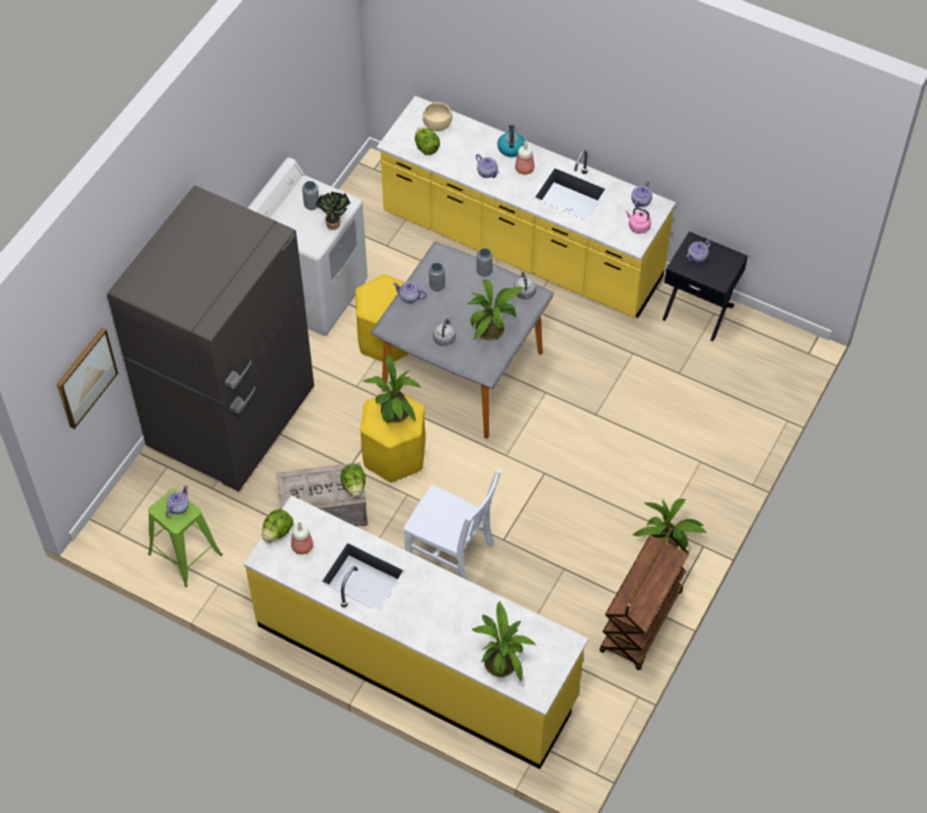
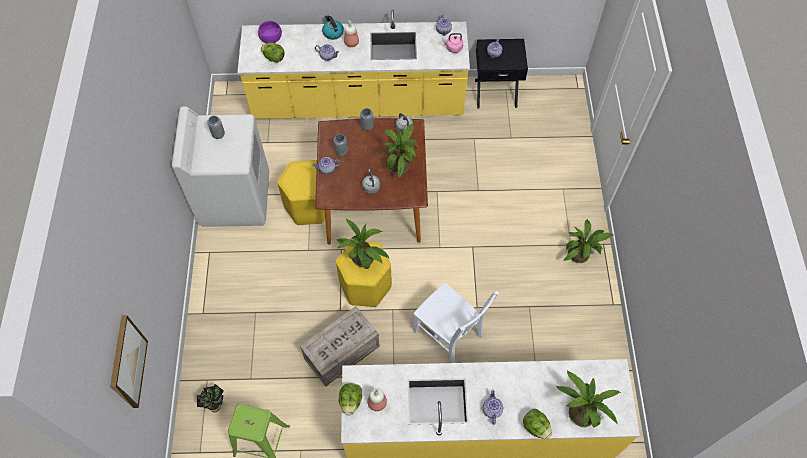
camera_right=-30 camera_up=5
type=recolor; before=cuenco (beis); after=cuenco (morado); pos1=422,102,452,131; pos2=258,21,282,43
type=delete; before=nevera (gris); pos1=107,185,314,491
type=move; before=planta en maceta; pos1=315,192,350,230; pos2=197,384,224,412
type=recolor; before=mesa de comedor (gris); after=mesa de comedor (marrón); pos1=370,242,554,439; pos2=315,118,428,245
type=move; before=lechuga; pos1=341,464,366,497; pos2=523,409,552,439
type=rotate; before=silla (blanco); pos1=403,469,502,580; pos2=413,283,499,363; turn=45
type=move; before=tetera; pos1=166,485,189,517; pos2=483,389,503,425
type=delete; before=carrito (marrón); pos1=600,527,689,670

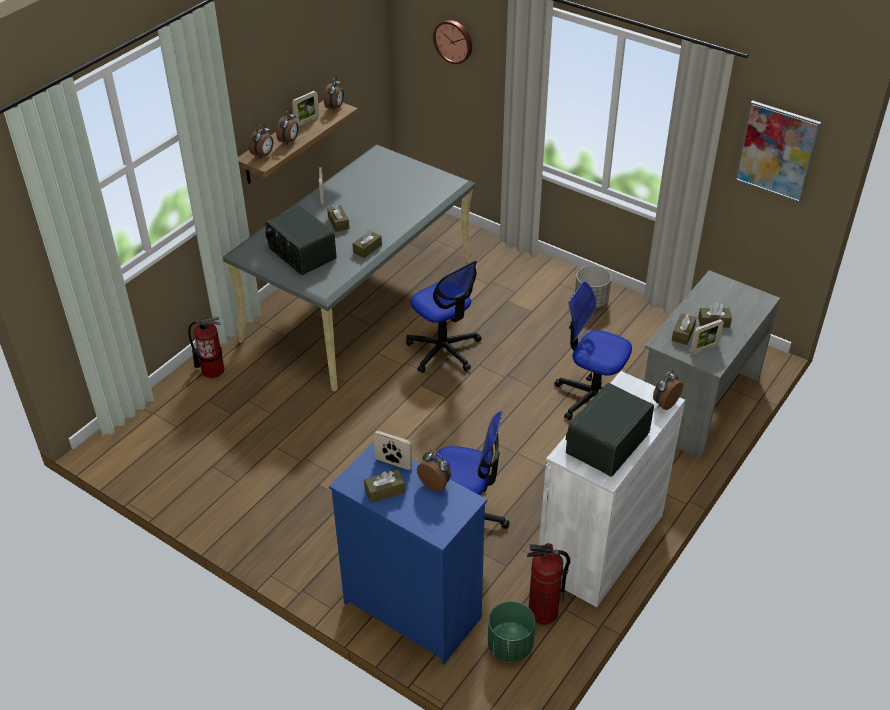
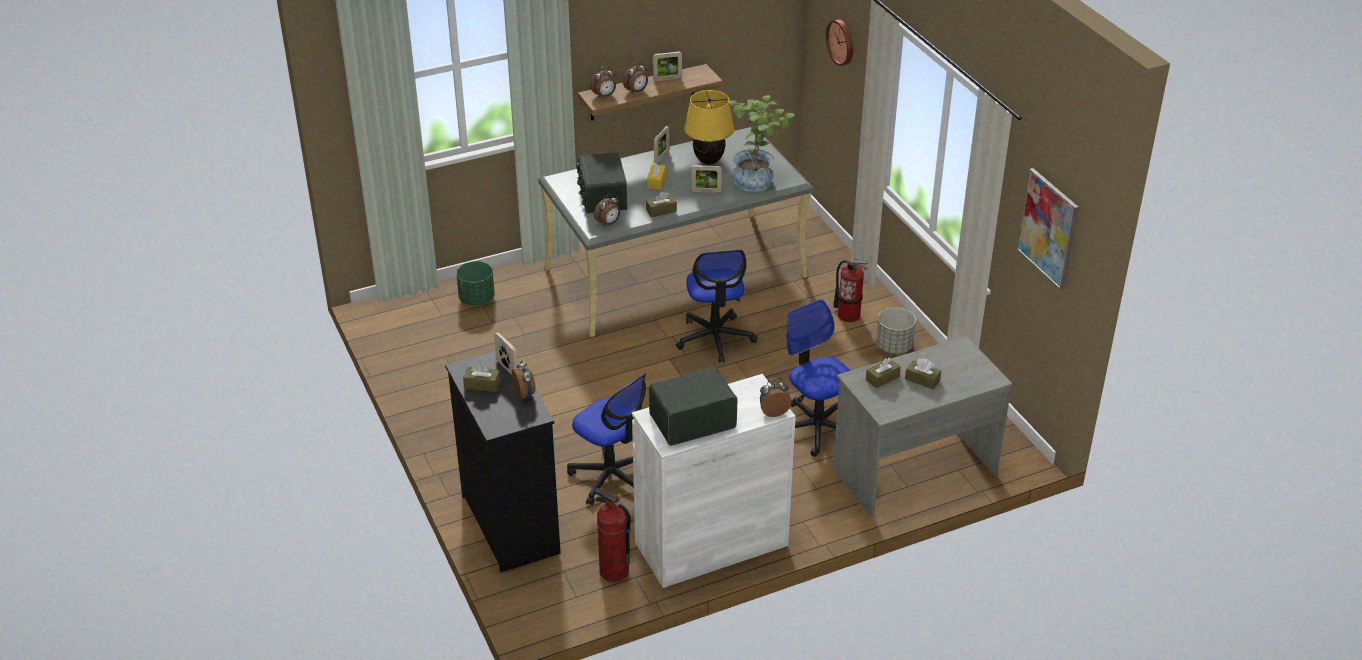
camera_right=30 camera_up=-5
type=move; before=despertador; pos1=324,77,344,111; pos2=594,194,620,227
type=recolor; before=caja de pañuelos (marrón); after=caja de pañuelos (amarillo); pos1=327,204,349,232; pos2=647,162,666,190
type=move; before=extintor; pos1=188,316,224,378; pos2=833,258,868,322
type=move; before=portarretratos; pos1=690,319,724,354; pos2=692,165,722,193
type=recolor; before=cómoda (azul); after=cómoda (negro); pos1=329,442,487,665; pos2=445,351,561,573
type=move; before=maceta (verde); pos1=488,601,535,662; pos2=456,261,495,306
type=insert; after=lámpara de mesa (amarillo); pos2=684,90,735,165
type=insert; after=planta en maceta; pos2=729,95,795,192

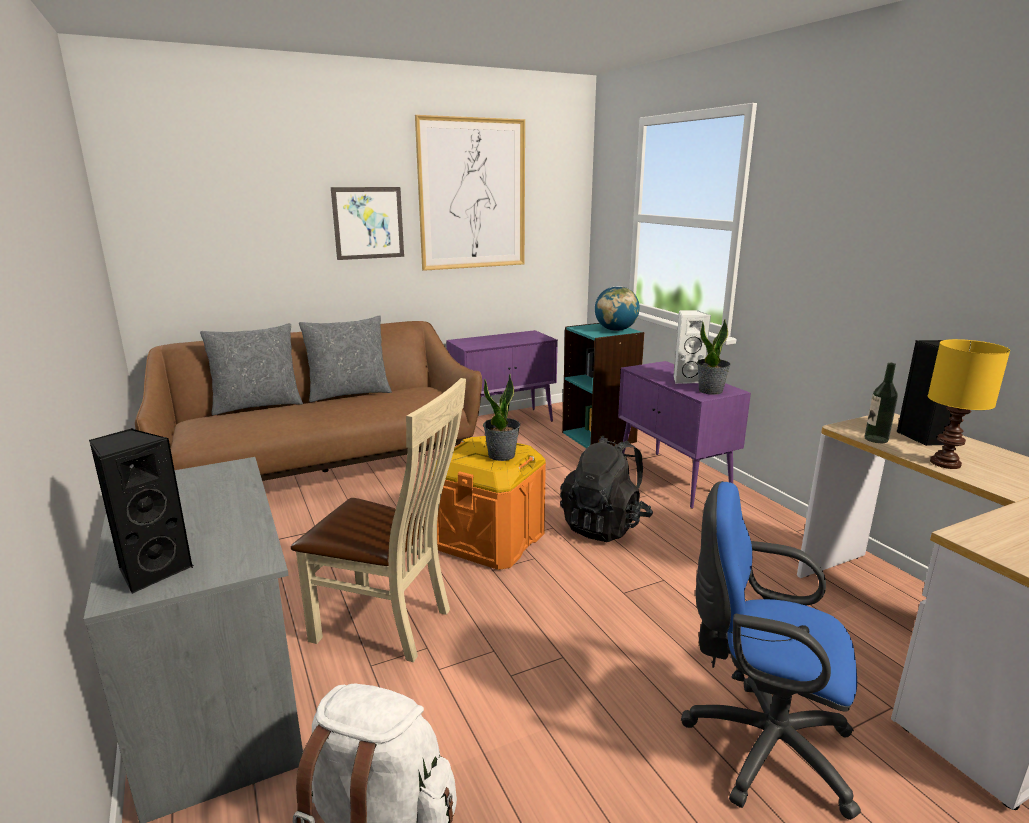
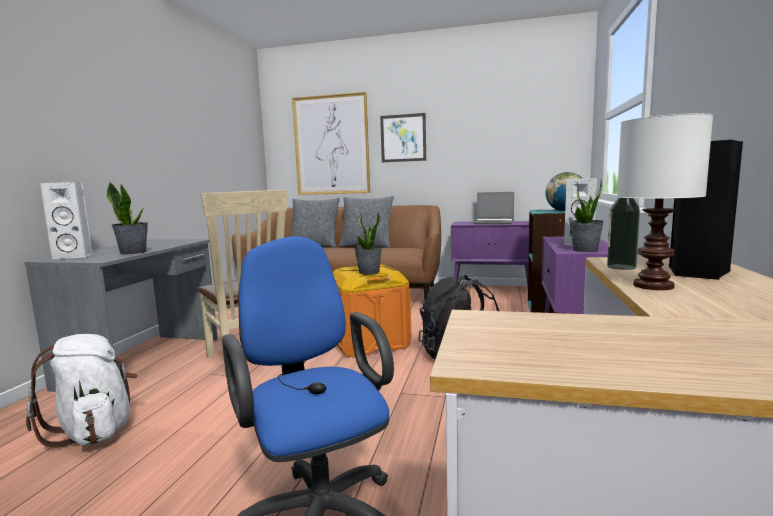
camera_right=40 camera_up=-10
type=move; before=cuadro; pos1=415,115,525,271; pos2=292,92,370,195
type=recolor; before=lámpara de mesa (amarillo); after=lámpara de mesa (blanco); pos1=928,339,1010,469; pos2=617,113,713,290
type=recolor; before=altavoz (negro); after=altavoz (blanco); pos1=89,428,194,594; pos2=40,182,92,260
type=insert; after=planta en maceta; pos2=106,182,148,255
type=insert; after=portátil; pos2=473,192,514,224

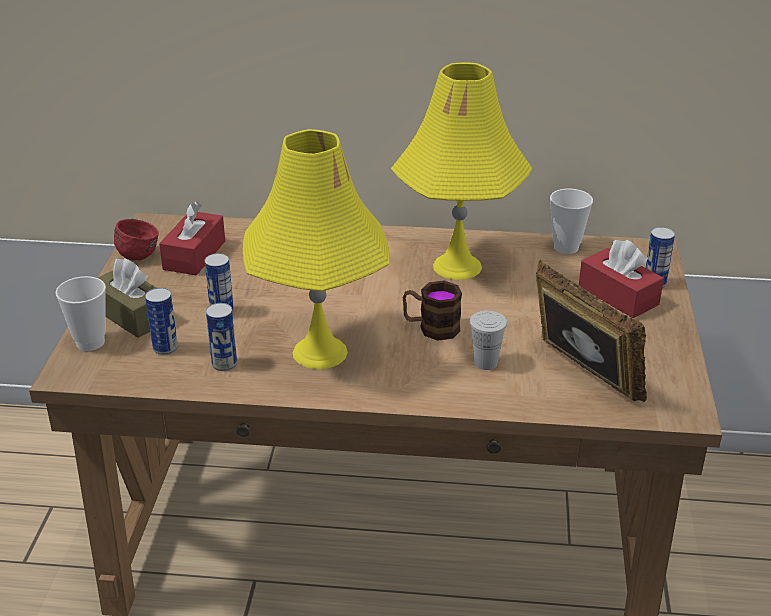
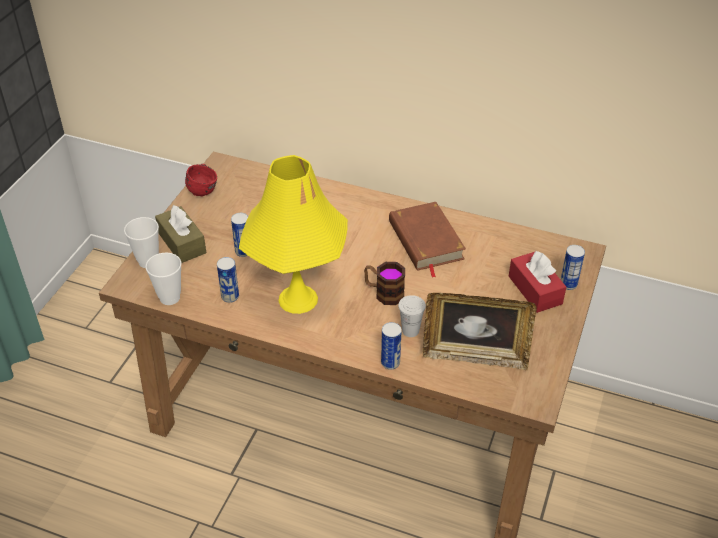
camera_right=15 camera_up=10
type=replace; before=lámpara de mesa (amarillo); after=libro (marrón); pos1=391,62,532,280; pos2=389,202,466,278
type=move; before=taza; pos1=550,188,593,254; pos2=145,253,181,305
type=delete; before=caja de pañuelos (rojo); pos1=159,201,225,276
type=rotate; before=portarretratos; pos1=536,260,647,402; pos2=423,293,537,370; turn=120
type=move; before=lata; pos1=145,288,178,355; pos2=381,322,402,370

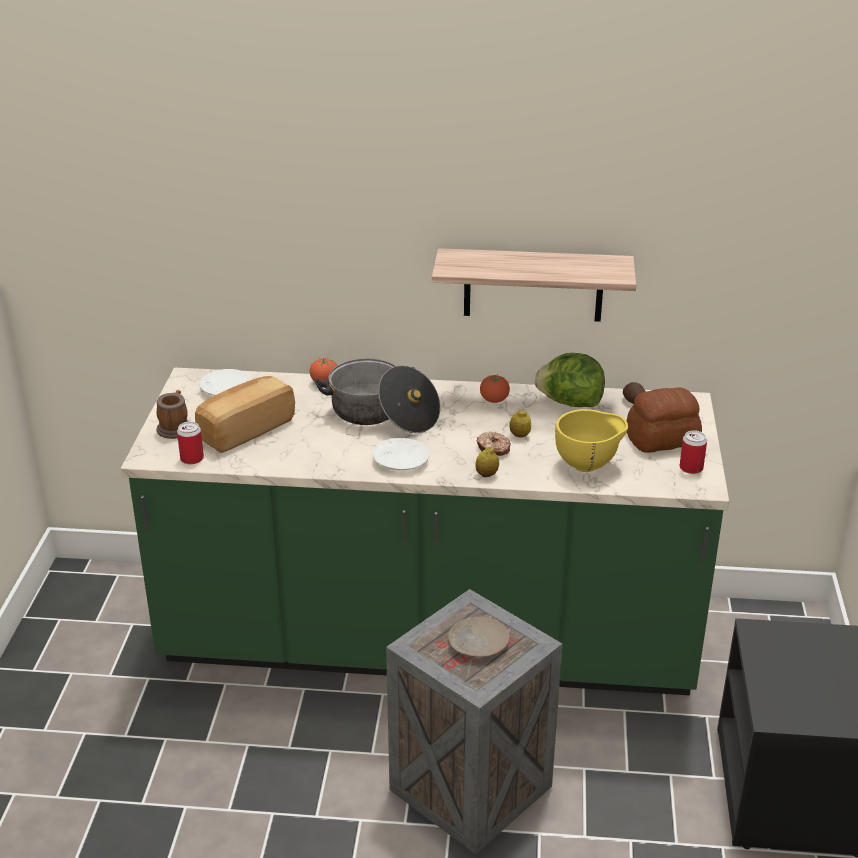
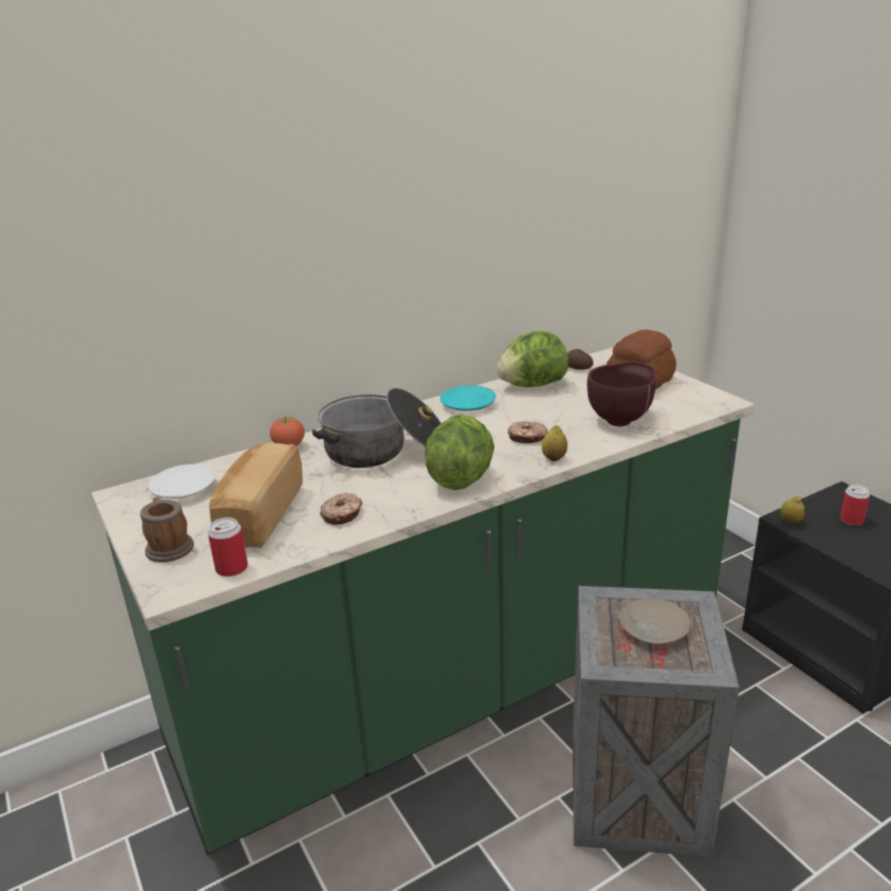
camera_right=-35 camera_up=-5
type=delete; before=estante; pos1=432,248,636,322
type=replace; before=tomate; after=plato (turquesa); pos1=480,374,510,403; pos2=440,385,496,411
type=recolor; before=cuenco (amarillo); after=cuenco (marrón); pos1=555,409,628,472; pos2=587,362,656,426
type=move; before=limón; pos1=509,410,531,437; pos2=780,496,805,524
type=move; before=lata; pos1=680,430,707,474; pos2=840,484,870,525
type=replace; before=plato (blanco); after=lechuga; pos1=372,438,430,470; pos2=425,415,494,490
type=insert; after=rosquilla; pos2=320,493,363,525

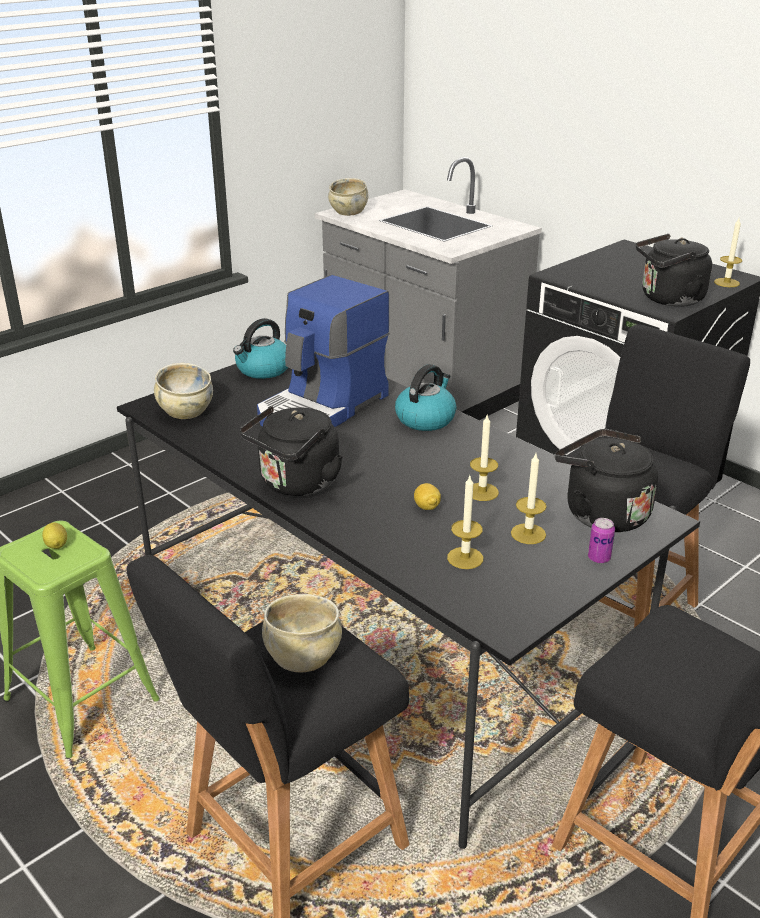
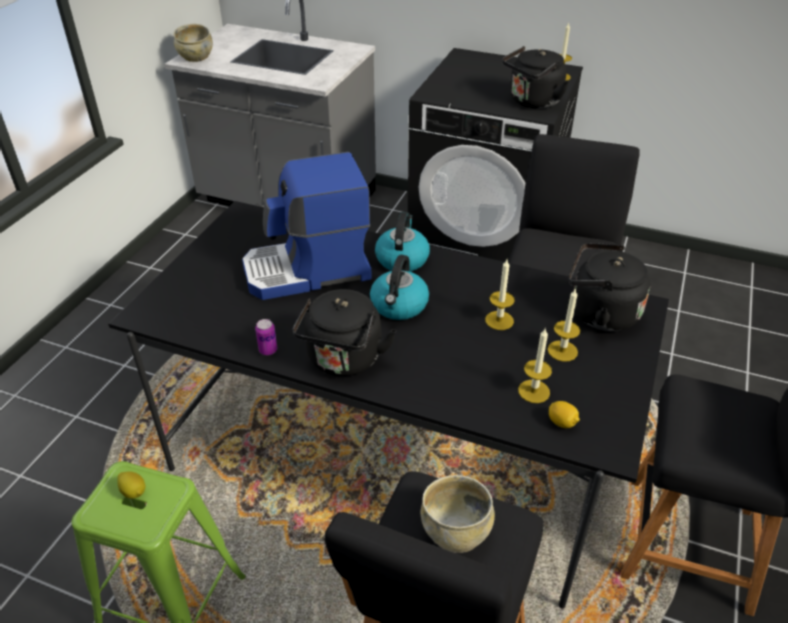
camera_right=-25 camera_up=10
type=rotate; before=cafetera; pos1=257,275,390,427; pos2=242,152,372,300; turn=60
type=move; before=hervidor; pos1=233,318,288,379; pos2=370,255,429,320
type=delete; before=cuenco (beis); pos1=154,363,213,419
type=move; before=limón; pos1=414,483,441,510; pos2=549,401,580,428
type=move; before=lata; pos1=588,518,615,564; pos2=255,319,277,355

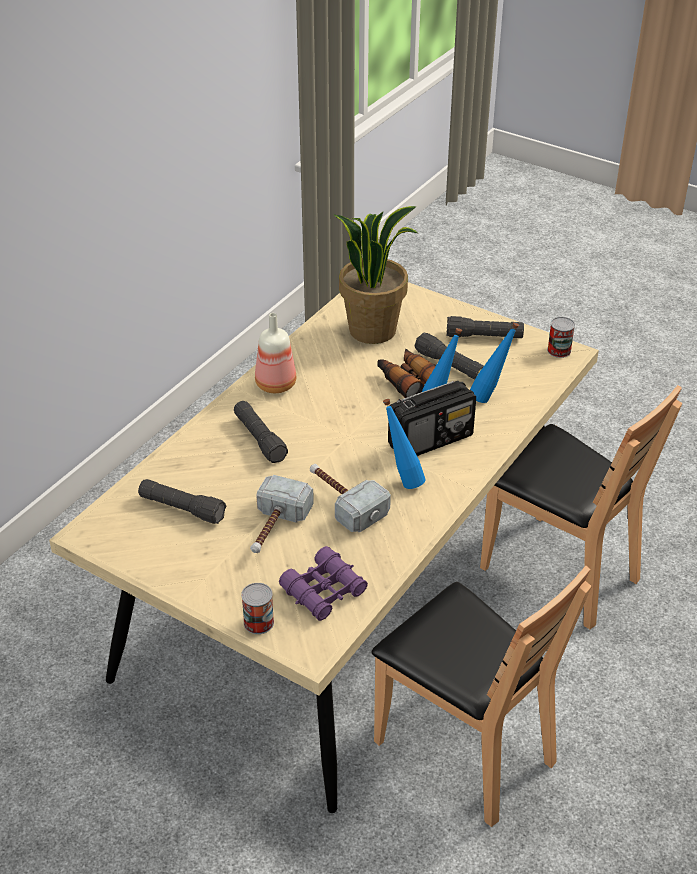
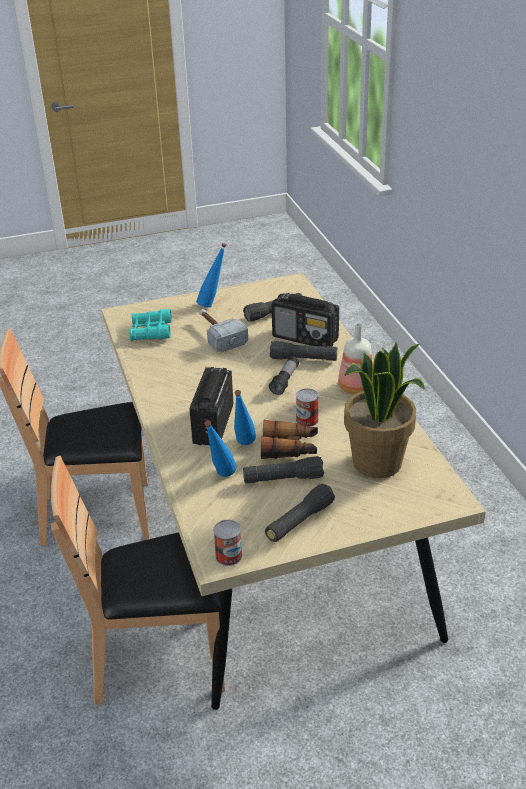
camera_right=130 camera_up=-5
type=move; before=botella (azul); pos1=383,399,426,489; pos2=196,243,226,308
type=delete; before=martillo; pos1=310,464,391,532
type=recolor; before=prismáticos (morado); after=prismáticos (turquesa); pos1=279,546,368,621; pos2=129,309,172,341
type=move; before=lata; pos1=241,583,274,634; pos2=296,388,319,427
type=insert; after=radio; pos2=272,293,339,347
type=insert; after=linterna; pos2=269,356,299,395

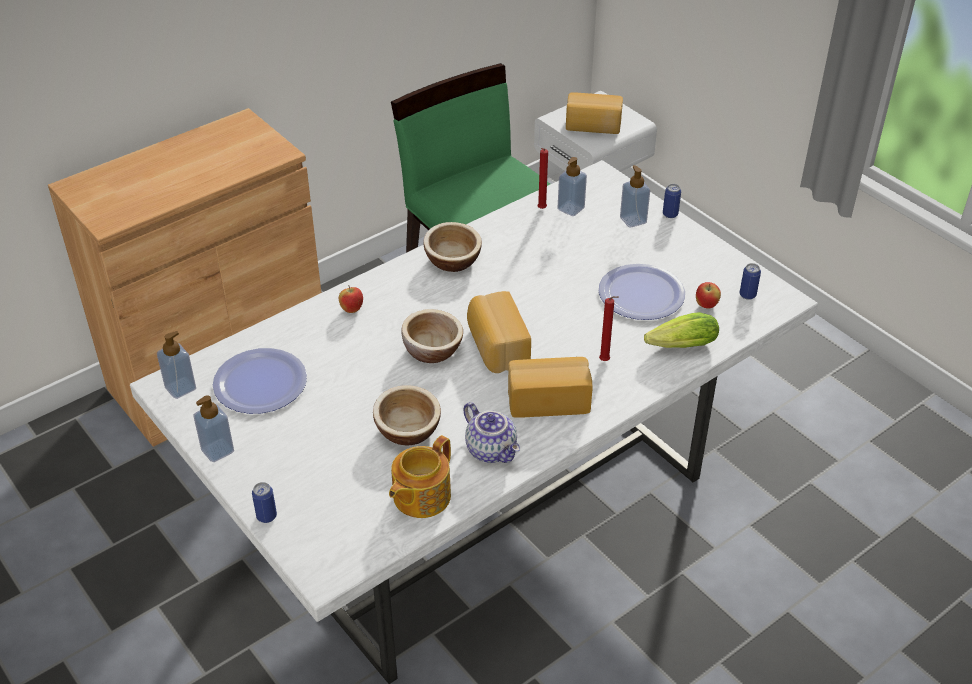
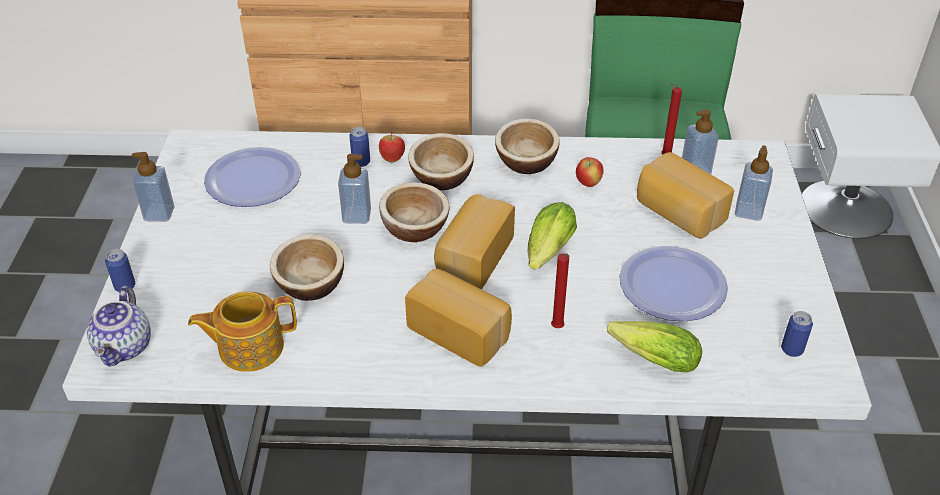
camera_right=40 camera_up=0
type=move; before=pan; pos1=566,92,623,134; pos2=637,152,734,238
type=move; before=lata; pos1=663,184,681,218; pos2=349,127,370,167
type=move; before=manzana; pos1=696,282,721,308; pos2=576,157,604,187
type=move; before=dispensador de jabón; pos1=157,331,196,399; pos2=338,154,371,224
type=move; before=tetera; pos1=463,402,520,463; pos2=87,286,151,366
type=insert; after=cuenco; pos2=408,133,474,190
type=insert; after=lechuga; pos2=528,202,577,270

